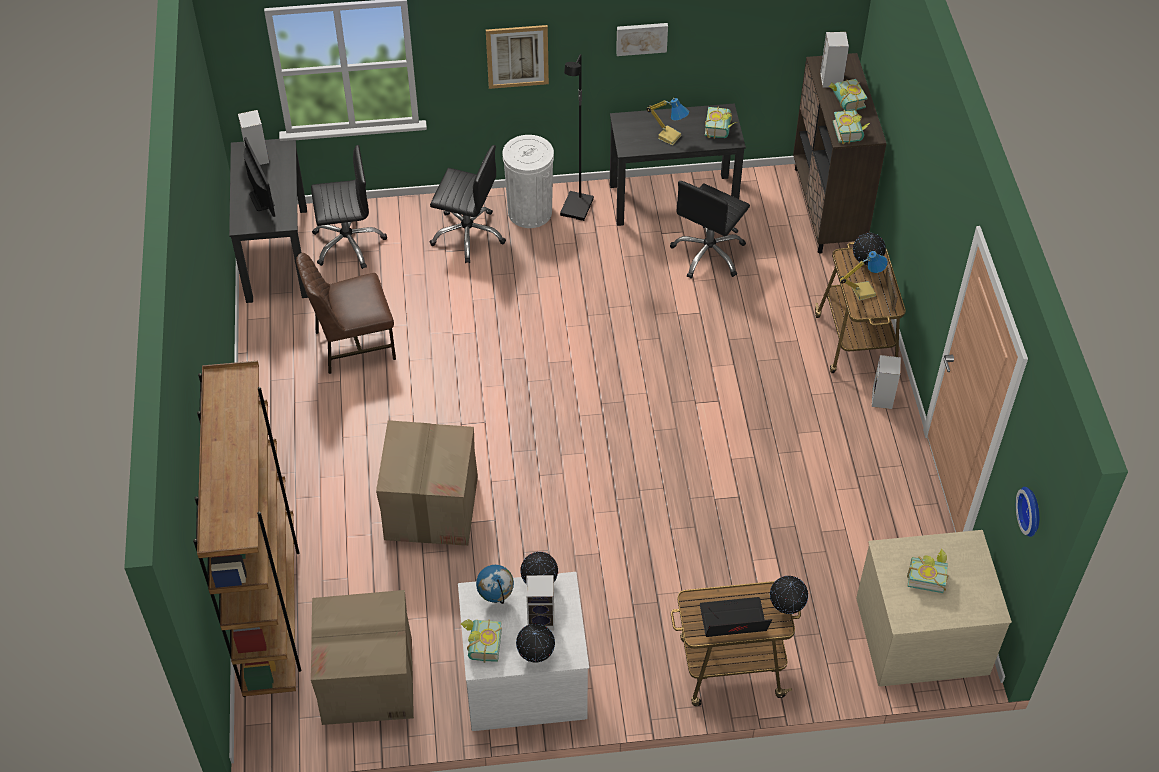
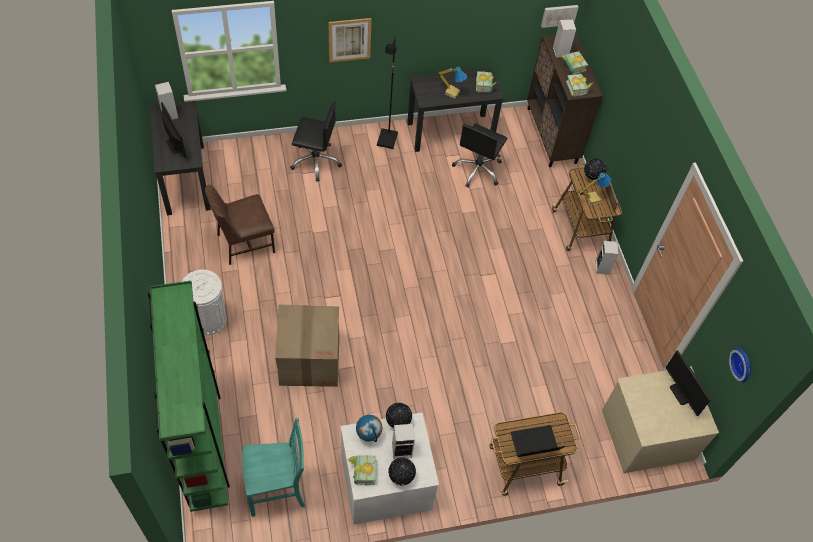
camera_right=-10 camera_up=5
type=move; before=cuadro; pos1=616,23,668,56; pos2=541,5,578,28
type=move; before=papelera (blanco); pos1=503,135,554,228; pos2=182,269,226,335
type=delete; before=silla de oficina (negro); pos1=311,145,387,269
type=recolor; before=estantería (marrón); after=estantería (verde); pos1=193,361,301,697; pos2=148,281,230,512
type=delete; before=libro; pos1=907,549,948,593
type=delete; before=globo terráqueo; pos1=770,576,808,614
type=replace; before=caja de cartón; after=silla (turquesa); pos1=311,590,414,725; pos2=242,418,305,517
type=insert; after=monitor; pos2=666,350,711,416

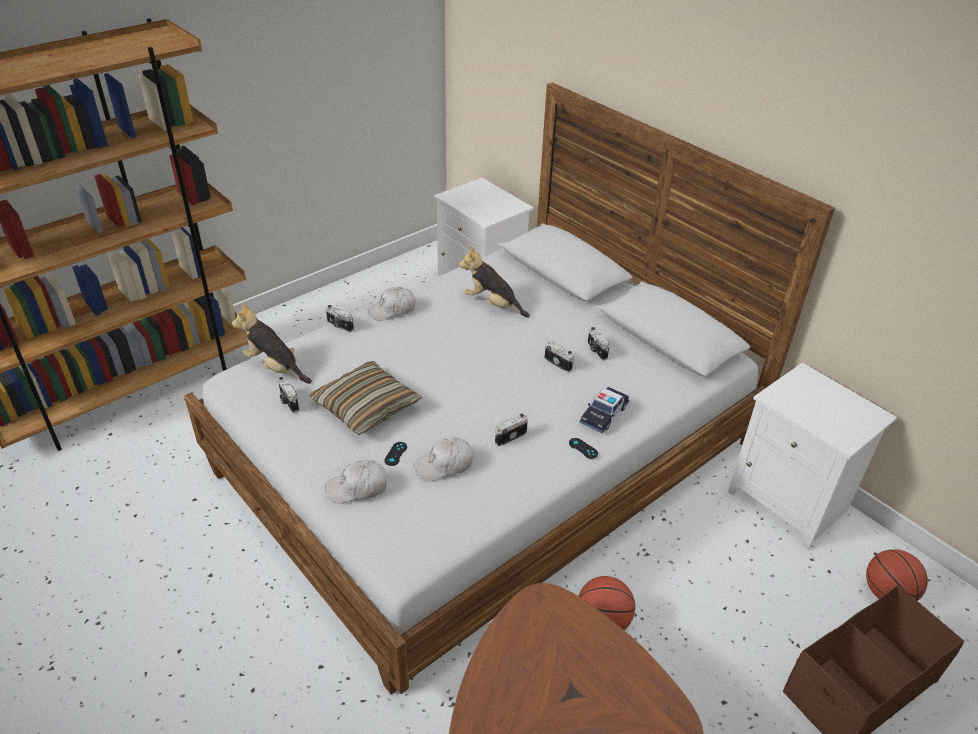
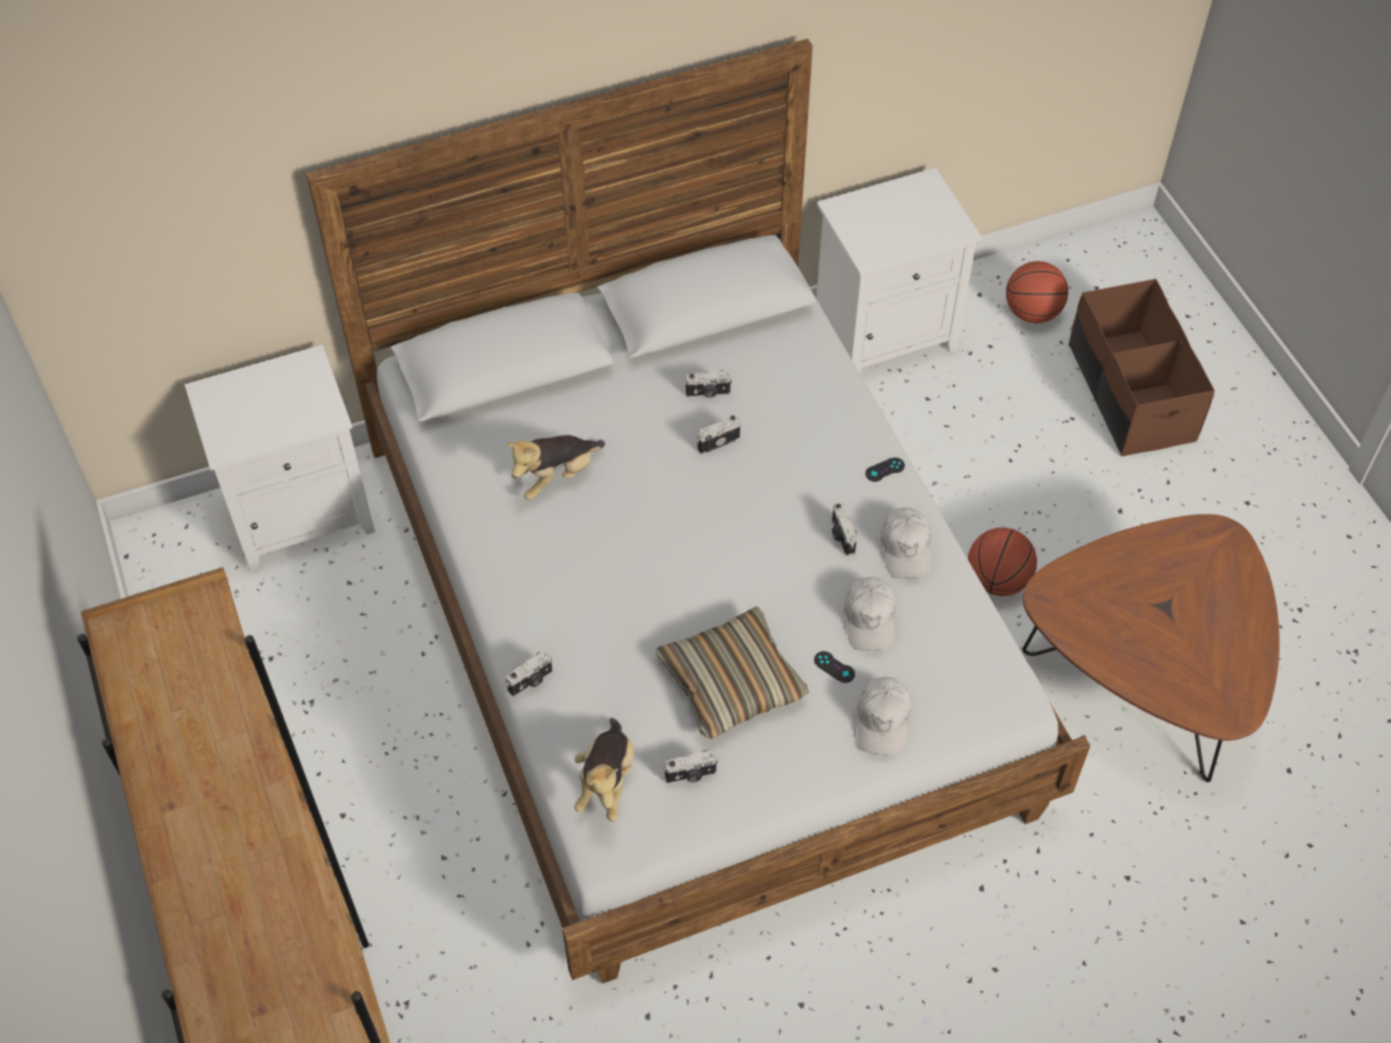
camera_right=-70 camera_up=15
type=move; before=gorra (blanco); pos1=367,287,416,321; pos2=880,508,932,579
type=rotate; before=peluche; pos1=232,303,312,384; pos2=574,718,634,822; turn=-45
type=delete; before=coche de juguete; pos1=580,387,629,433

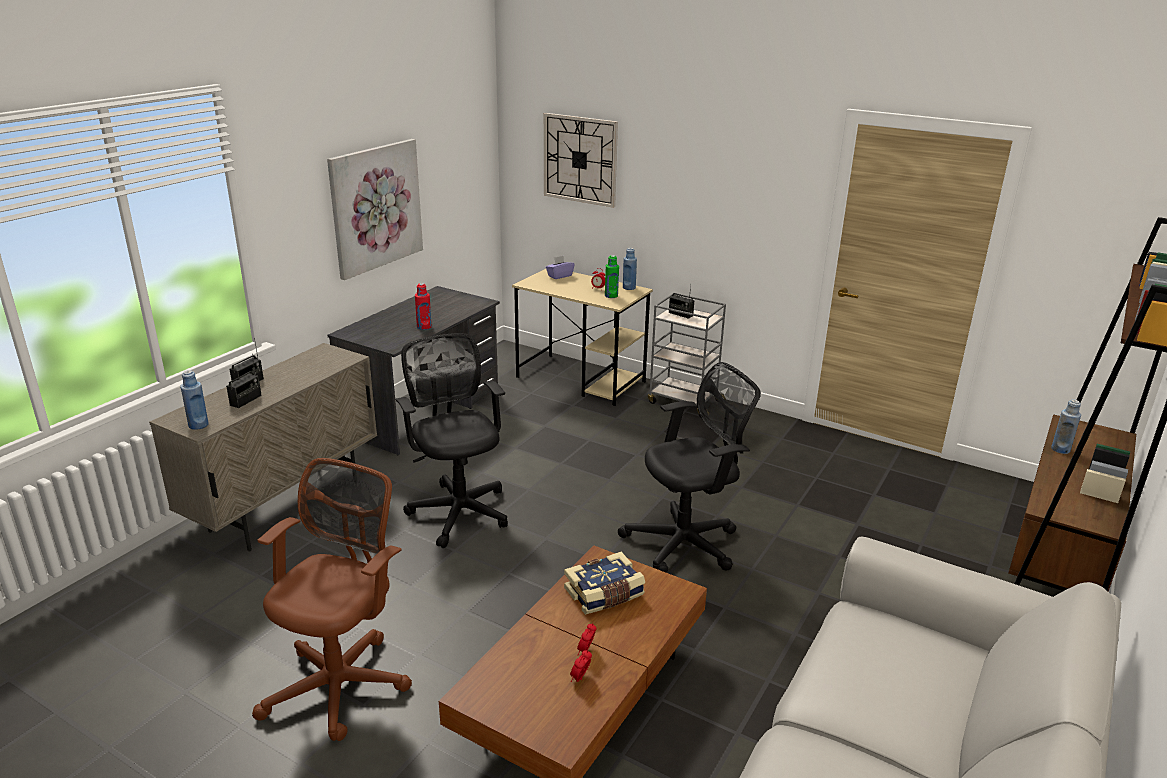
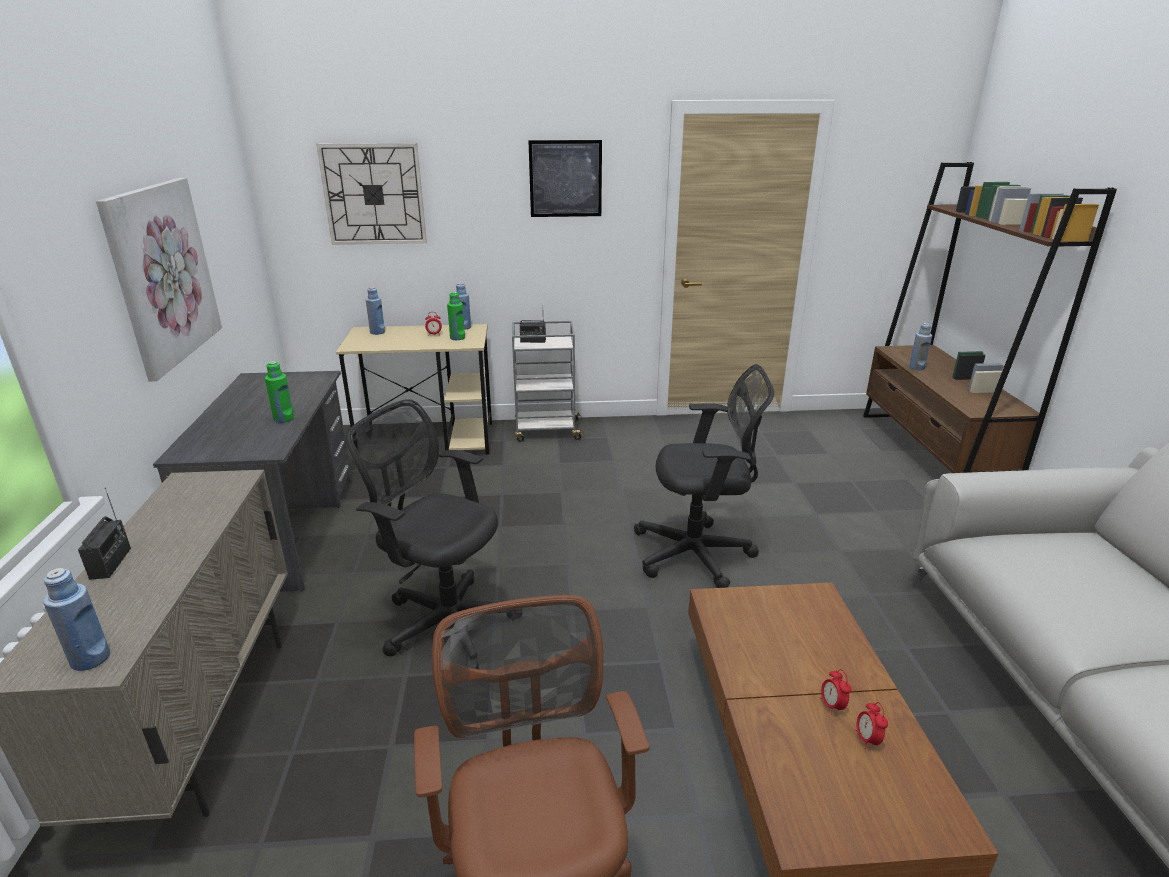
camera_right=-35 camera_up=0
type=replace; before=caja de pañuelos (morado); after=botella (azul); pos1=546,256,575,279; pos2=366,287,385,335
type=recolor; before=botella (rojo); after=botella (verde); pos1=415,283,432,330; pos2=265,361,294,423
type=delete; before=radio; pos1=226,356,262,408
type=rotate; before=silla de oficina (negro); pos1=618,362,761,573; pos2=634,364,774,588; turn=60
type=delete; before=libro; pos1=564,552,645,615
type=insert; after=cuadro; pos2=528,140,602,217

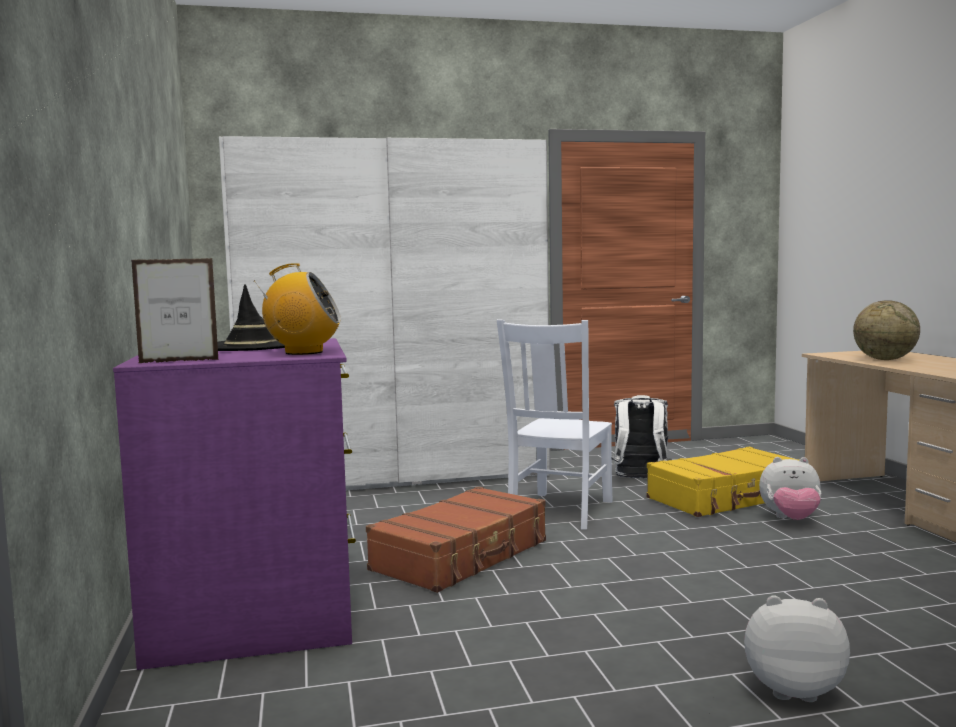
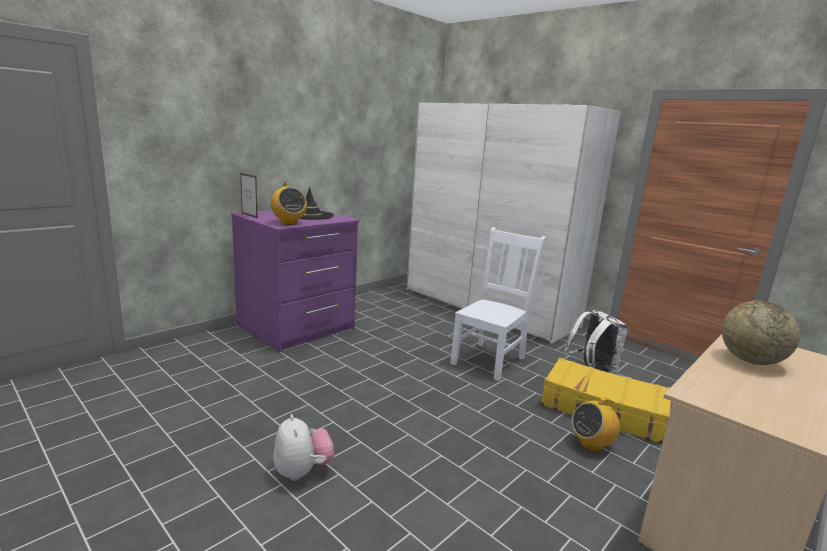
camera_right=55 camera_up=10
type=rotate; before=silla (blanco); pos1=497,319,613,529; pos2=450,227,547,381; turn=135
type=replace; before=peluche; after=radio; pos1=759,457,822,520; pos2=572,398,620,451
type=delete; before=maleta (marrón); pos1=366,486,546,593

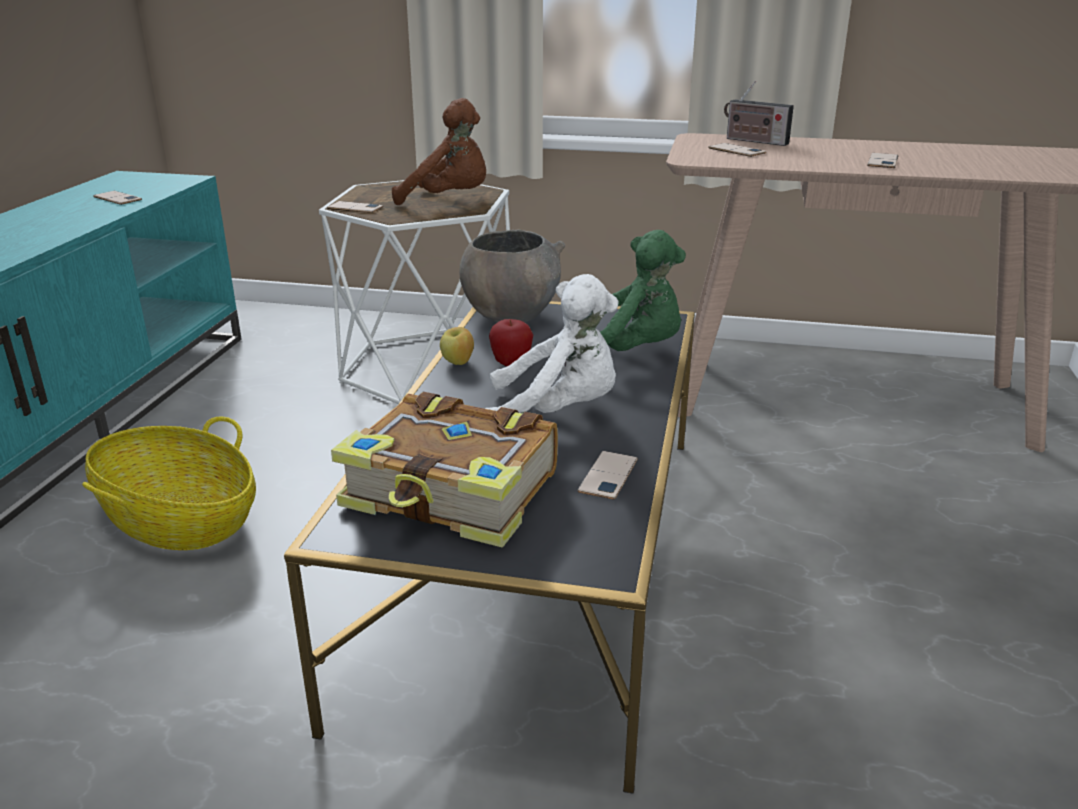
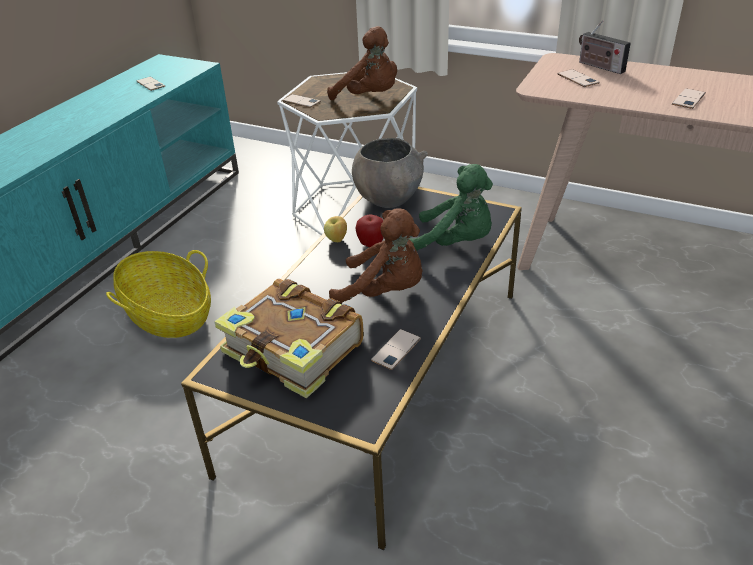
camera_right=15 camera_up=10
type=recolor; before=peluche (blanco); after=peluche (marrón); pos1=485,274,618,414; pos2=329,208,423,304

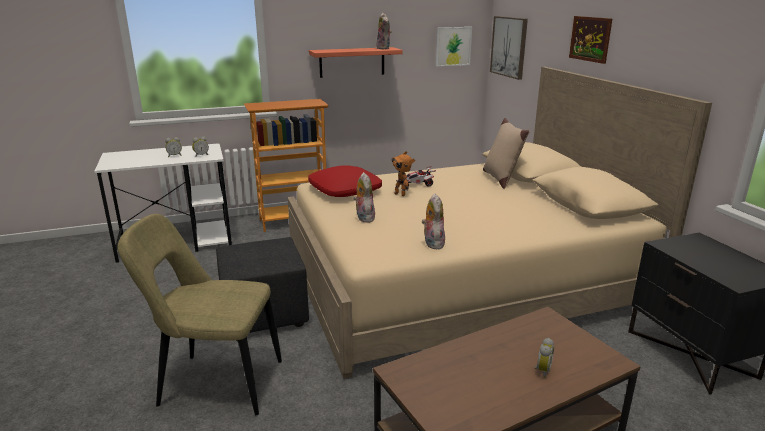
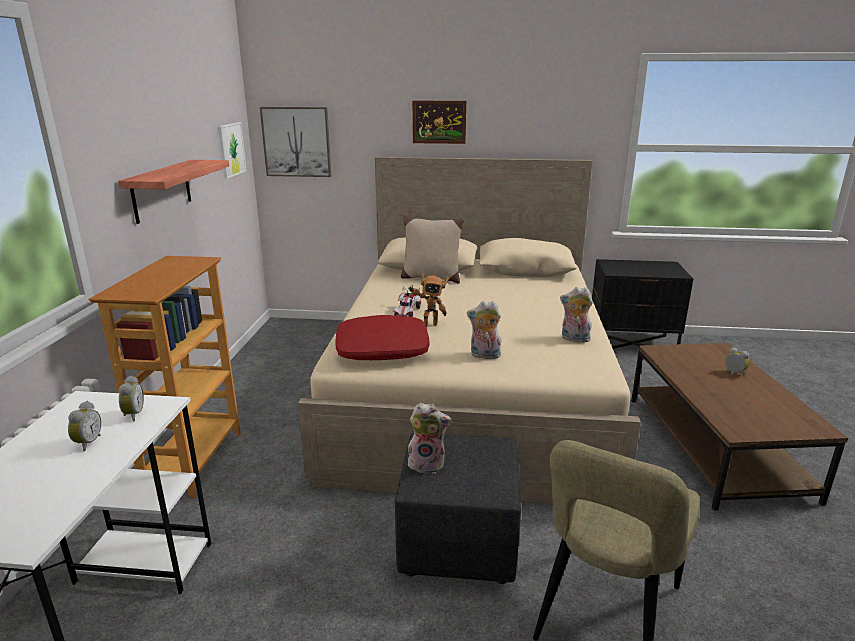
camera_right=-65 camera_up=0
type=move; before=peluche; pos1=376,13,392,49; pos2=408,403,451,474

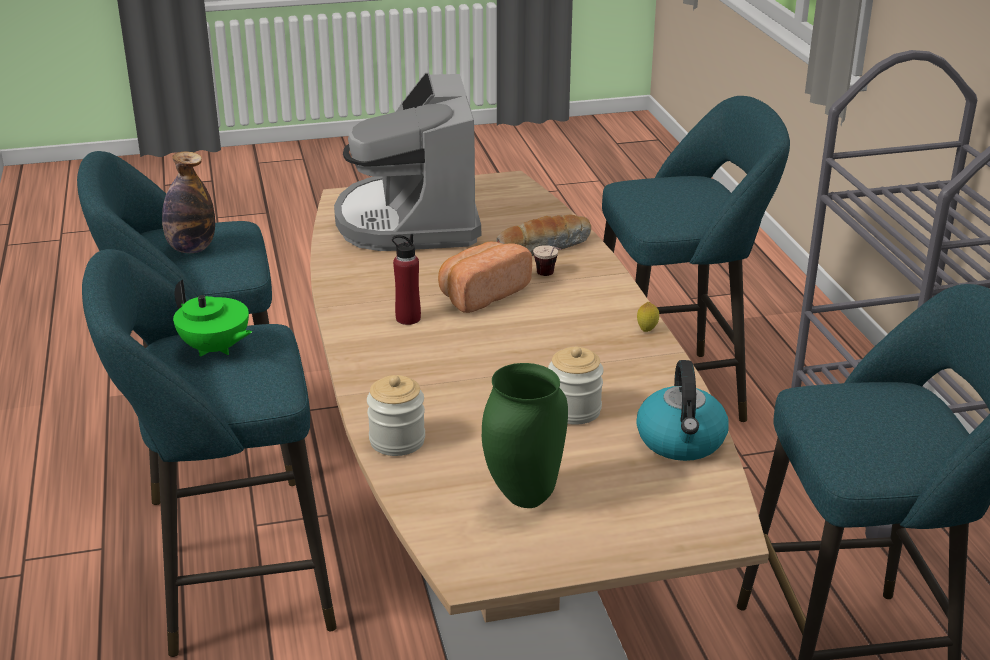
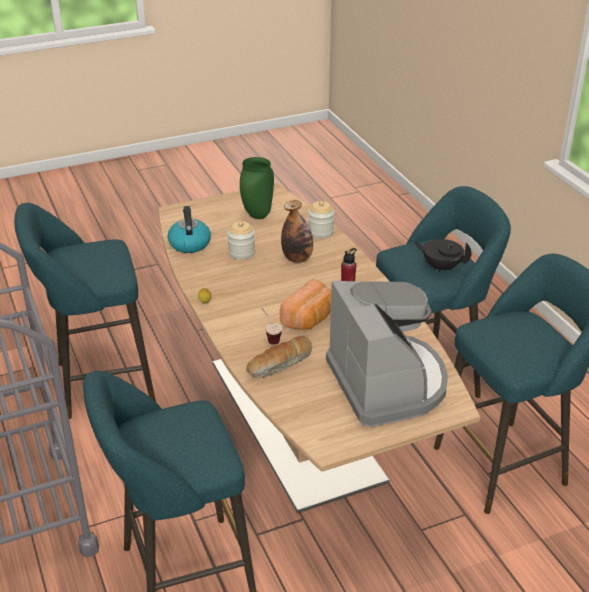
camera_right=170 camera_up=5
type=move; before=botella; pos1=162,152,215,253; pos2=281,200,313,263
type=recolor; before=tetera (verde); after=tetera (negro); pos1=173,280,252,357; pos2=414,239,472,272

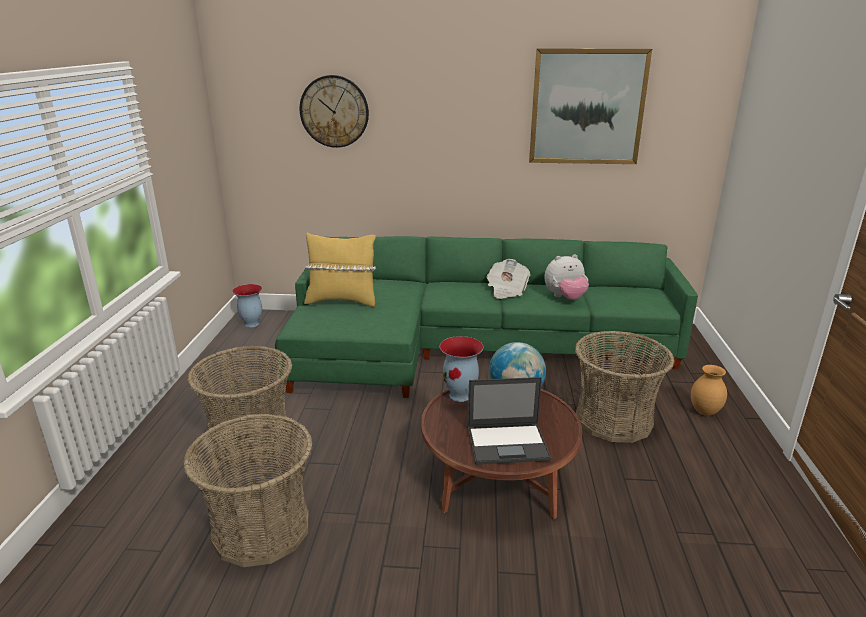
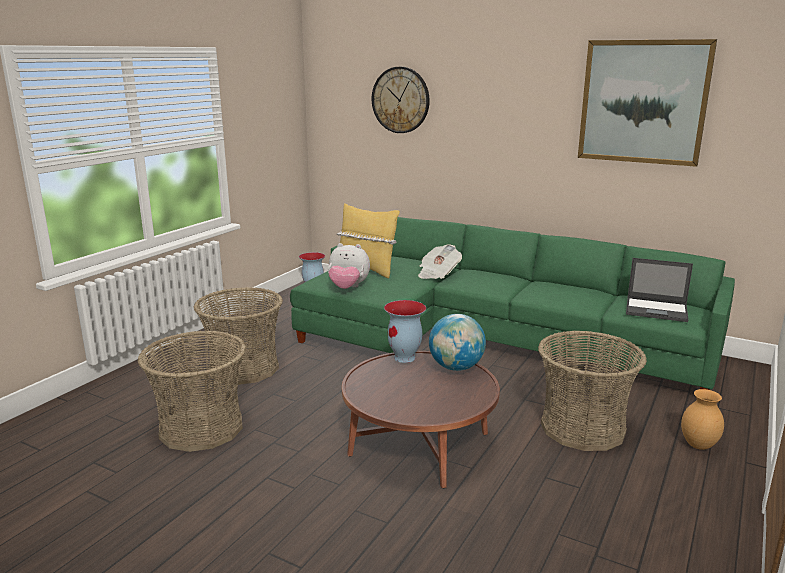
camera_right=25 camera_up=-5
type=move; before=peluche; pos1=544,254,589,300; pos2=328,243,370,289
type=move; before=periódico; pos1=487,259,530,299; pos2=418,244,462,279
type=move; before=portátil; pos1=467,377,551,465; pos2=626,258,693,322

